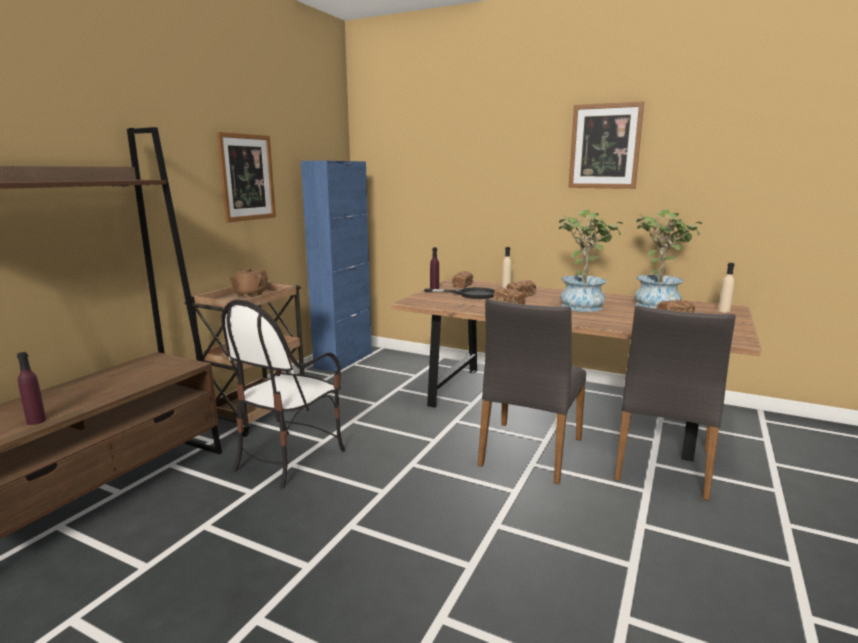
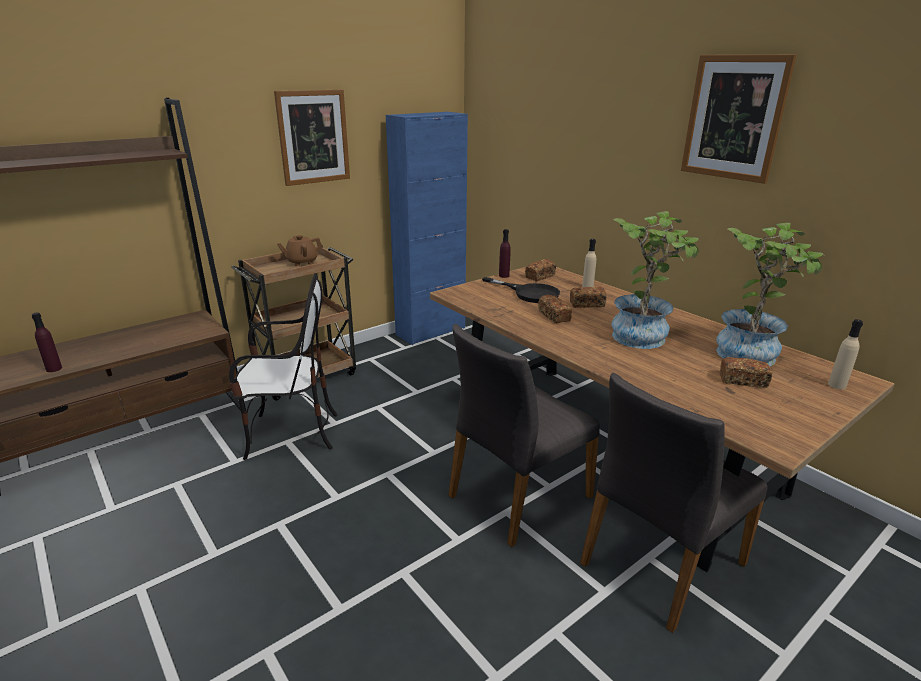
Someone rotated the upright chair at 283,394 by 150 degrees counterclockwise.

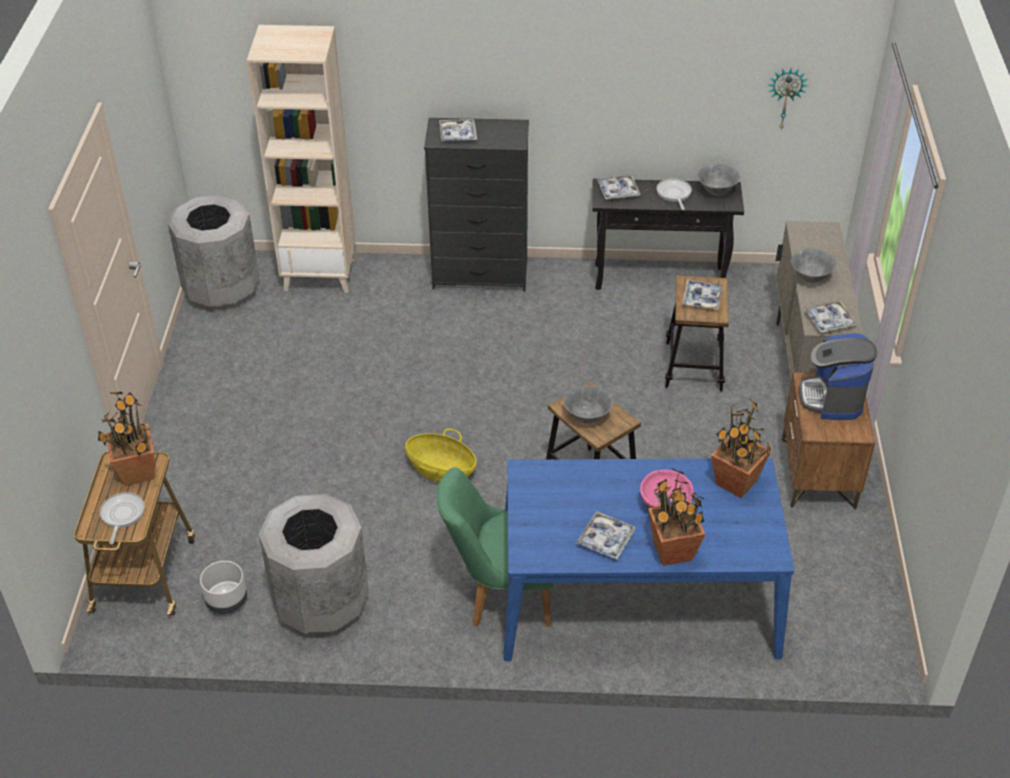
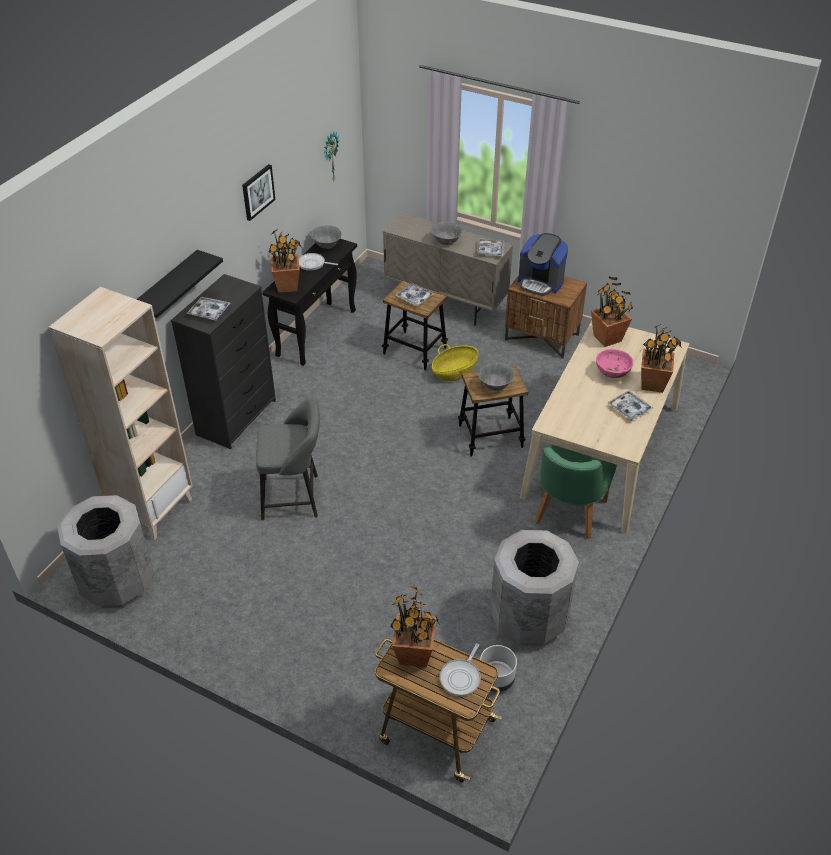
Someone put up the blackish bracket shelf at 179,284.
Someone put up the picture at 258,192.
Someone put down the grey stool seat at 288,459.
Someone swapped the tray at 619,187 for the plant in a pot at 284,260.
Someone carried the household basket from 440,455 to 455,362.
Someone rotated the pan at 122,518 by 90 degrees counterclockwise.
Someone repainted the blue dining table at 648,559, which became the sand-coloured dining table at 604,427.

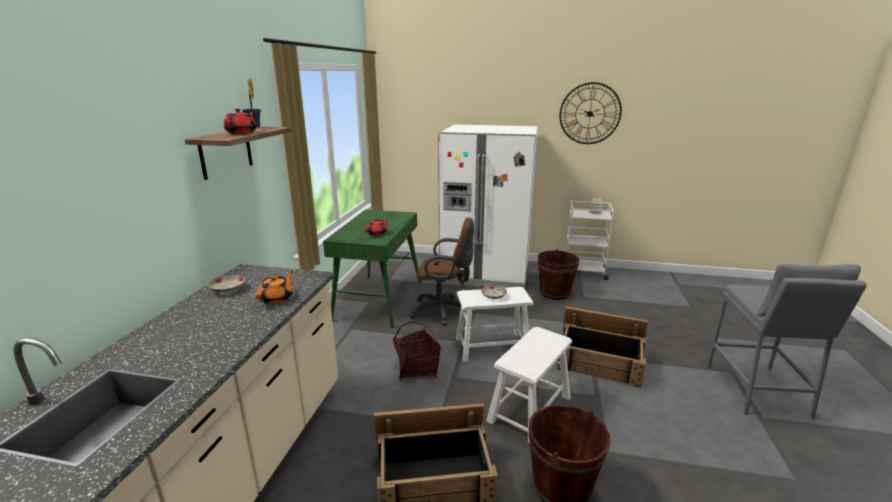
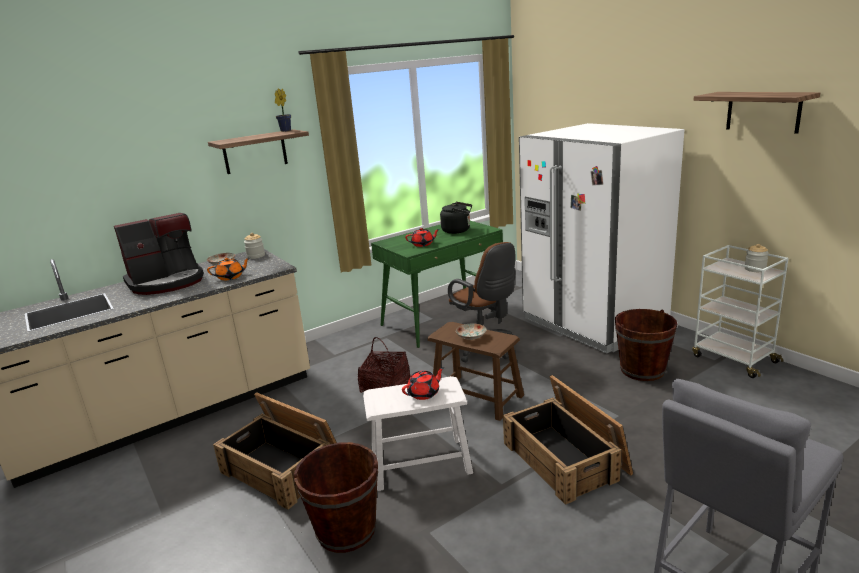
Someone put down the coffee maker at 159,254.
Someone put down the storage jar at 254,246.
Someone carried the red-coloured teapot from 240,121 to 423,383.
Someone repainted the white stool seat at 494,324, which became the brown-coloured stool seat at 476,371.
Someone put down the blackish tea kettle at 456,218.
Someone swapped the hanging clock at 590,113 for the bracket shelf at 757,113.

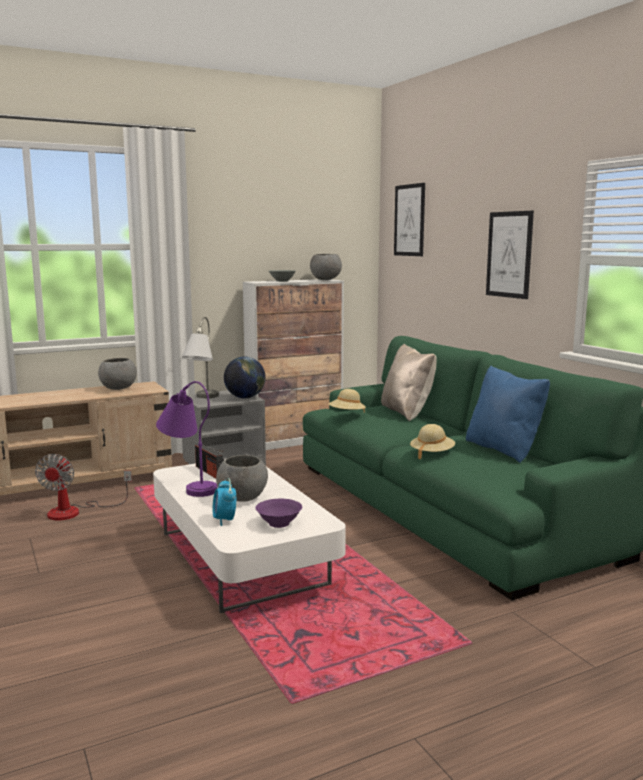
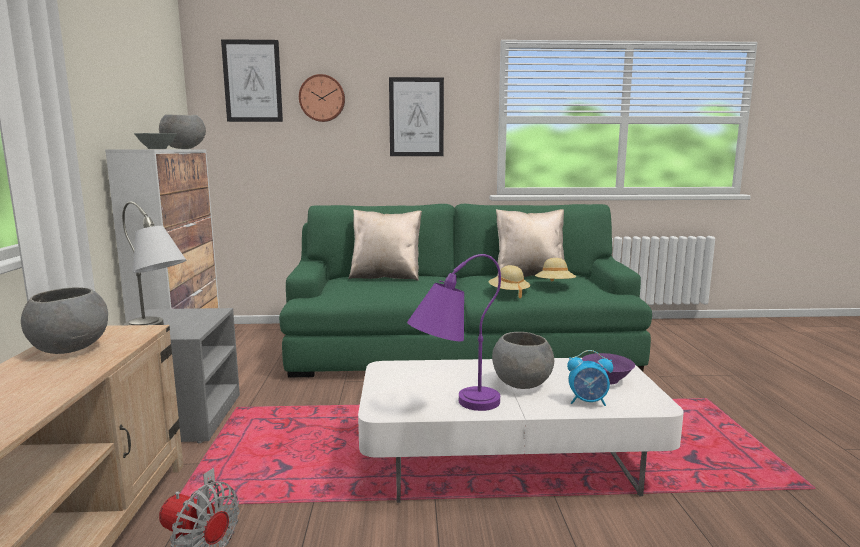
Someone put up the hanging clock at 322,98.
Someone repainted the blue throw pillow at 508,414, which became the sand-coloured throw pillow at 530,243.
Someone carried the sand-coloured wearable hat from 347,401 to 555,269.
Someone took away the radio receiver at 209,461.
Someone took away the world globe at 245,377.

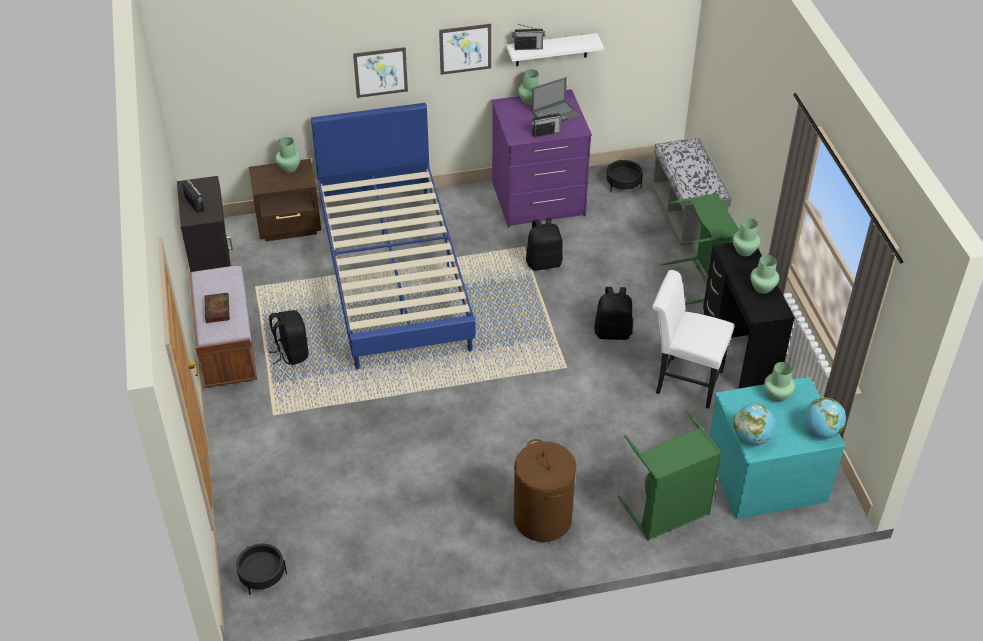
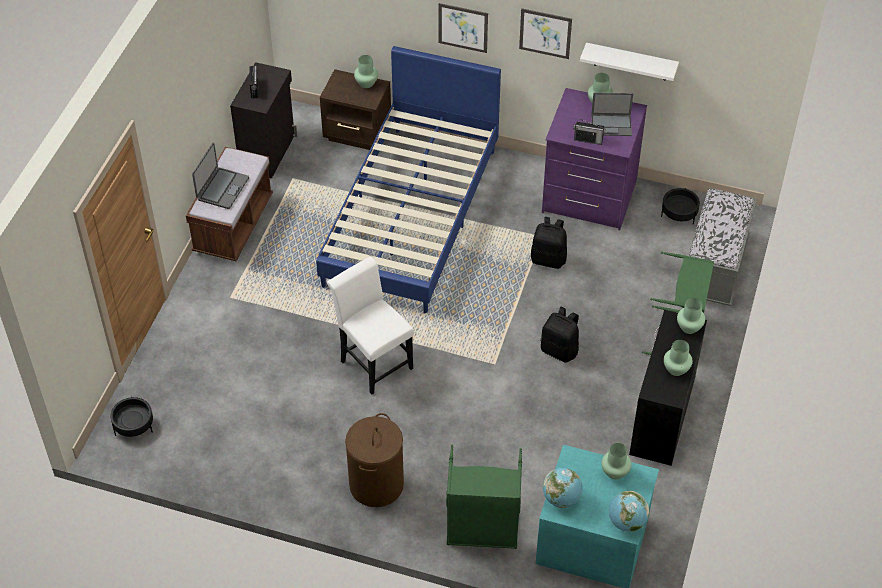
Someone swapped the book at 217,308 for the portable computer at 220,175.
Someone carried the white upright chair from 693,339 to 370,326.
Someone took away the blackish knapsack at 288,337.
Someone took away the radio receiver at 529,37.

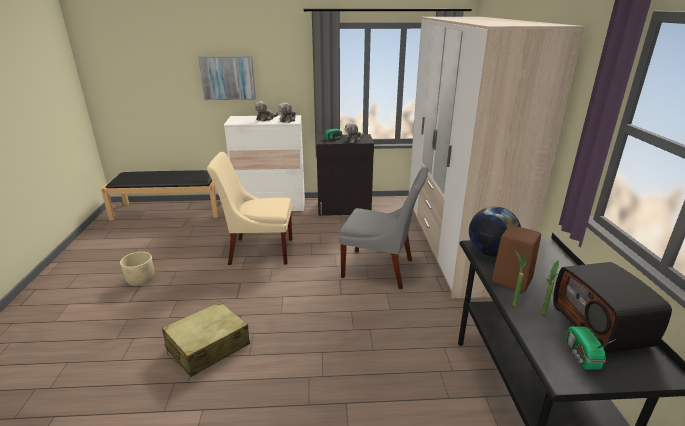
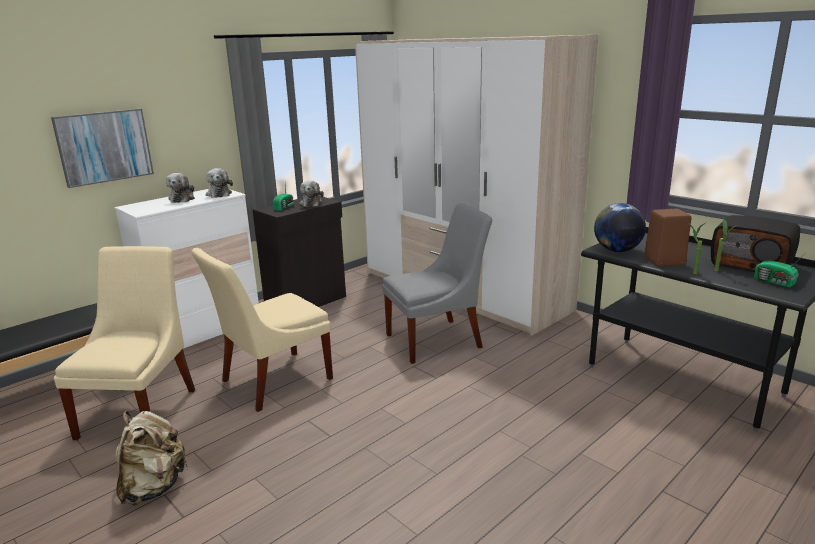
Someone put down the sand-coloured upright chair at 124,343.
Someone swapped the sand-coloured planter at 137,269 for the sand-coloured knapsack at 151,458.
Someone took away the sand-coloured piece of luggage at 206,339.

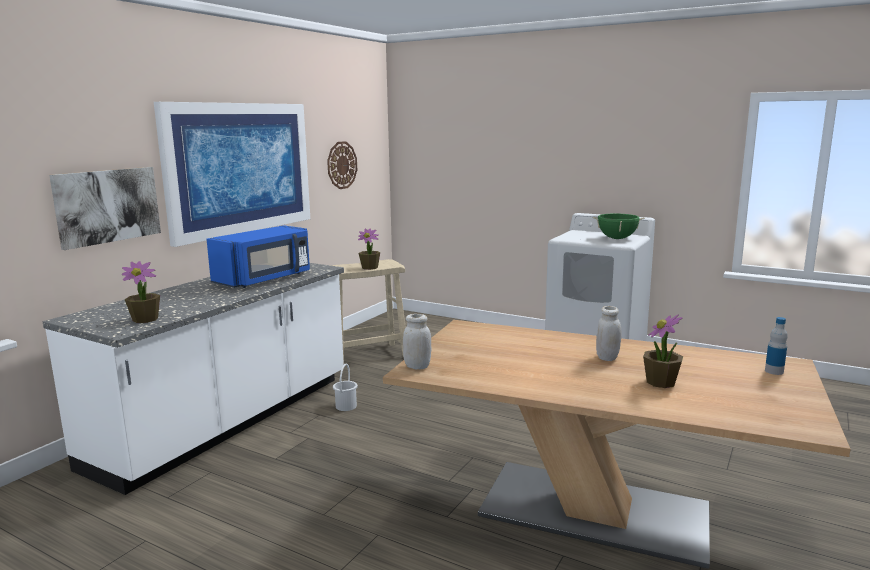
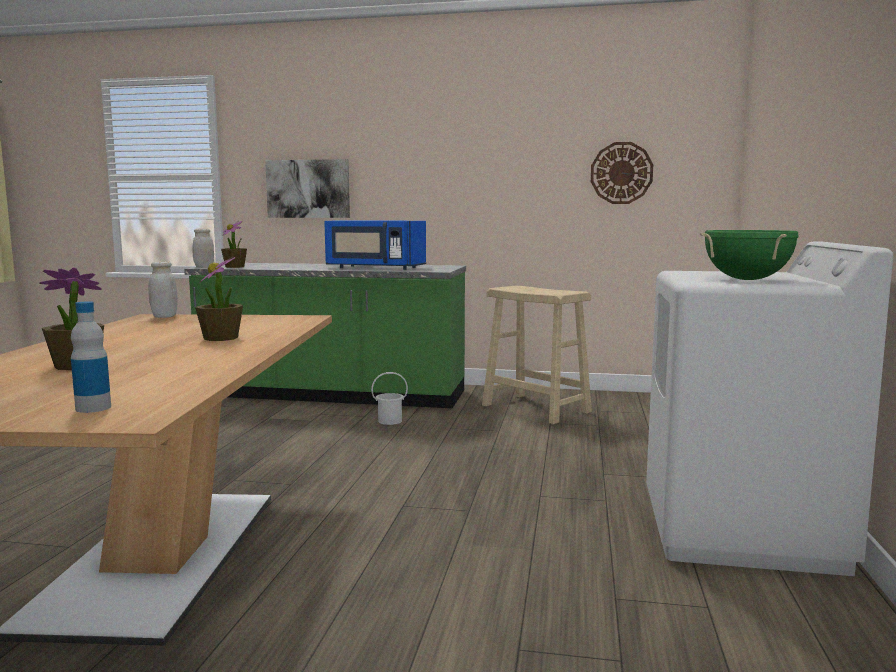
Someone repainted the white kitchen counter at 193,379, which became the green kitchen counter at 325,335.
Someone carried the white storage jar from 608,333 to 203,248.
Someone carried the plant in a pot from 369,249 to 219,299.
Someone took away the picture at 232,174.

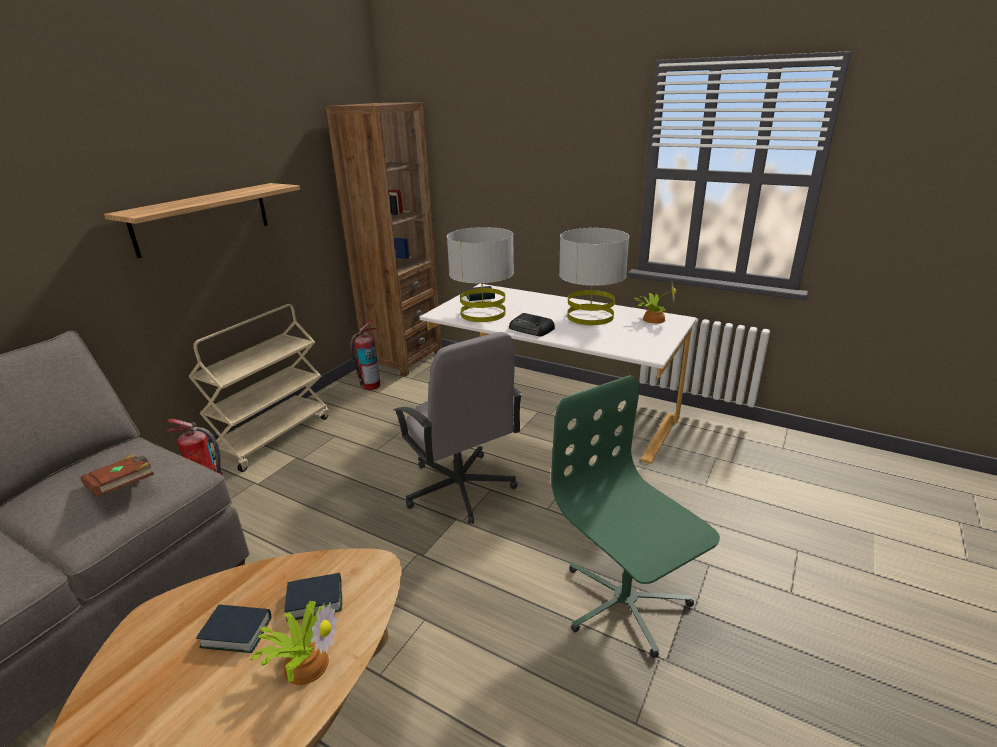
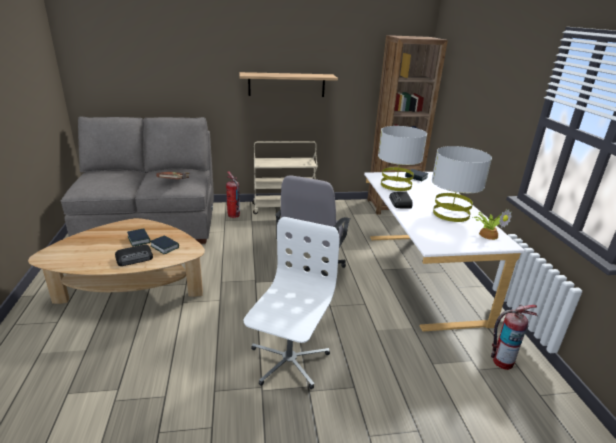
Someone swapped the plant in a pot at 293,643 for the radio receiver at 134,255.
Someone repainted the green computer chair at 635,516, which became the white computer chair at 292,303.
Someone carried the fire-fighting cylinder from 365,355 to 514,337.

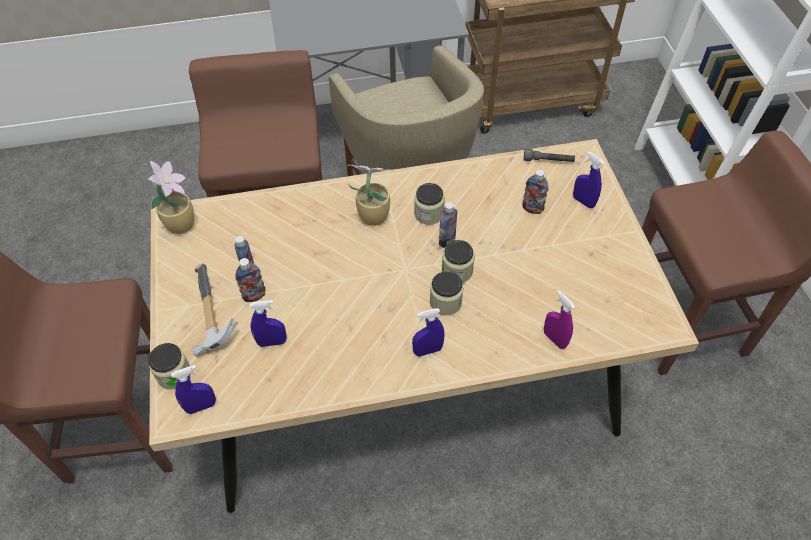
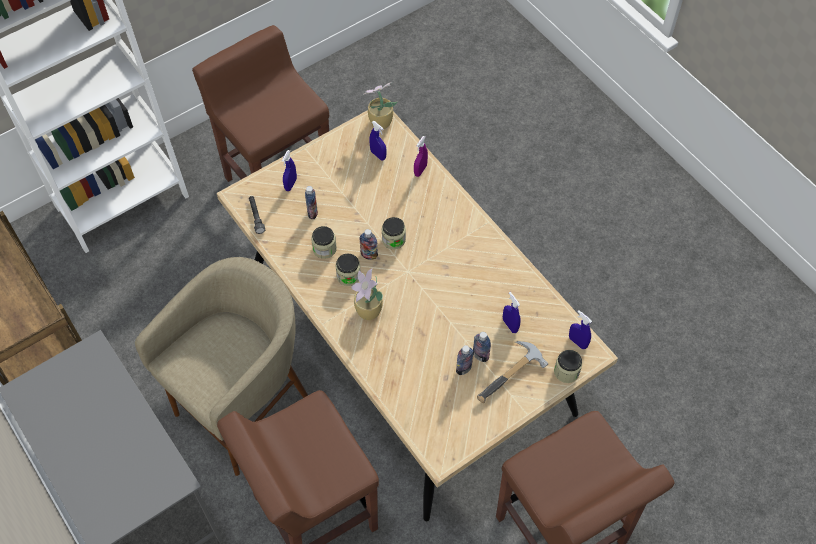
Someone carried the storage jar from 446,293 to 324,242.
Someone carried the plant in a pot from 170,197 to 380,105.
Someone carried the blue sprayer from 428,332 to 378,140.

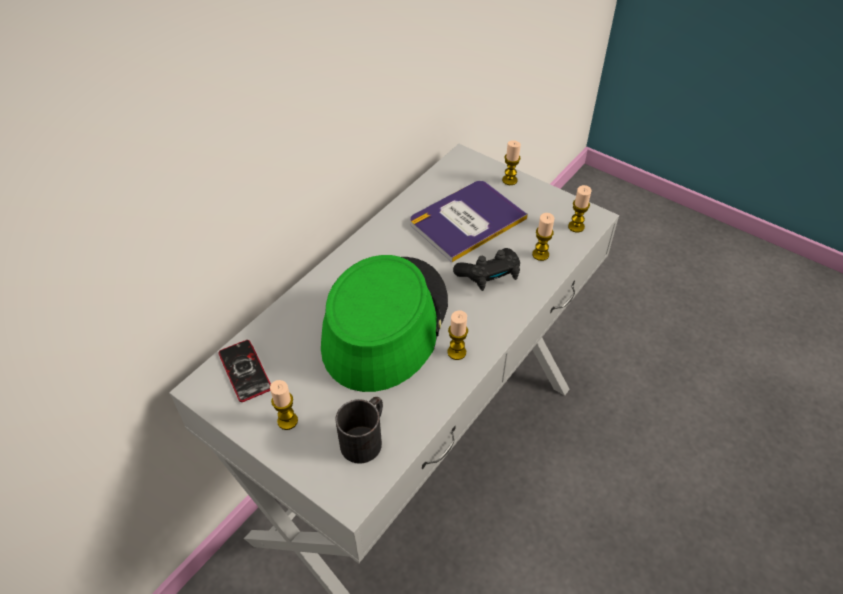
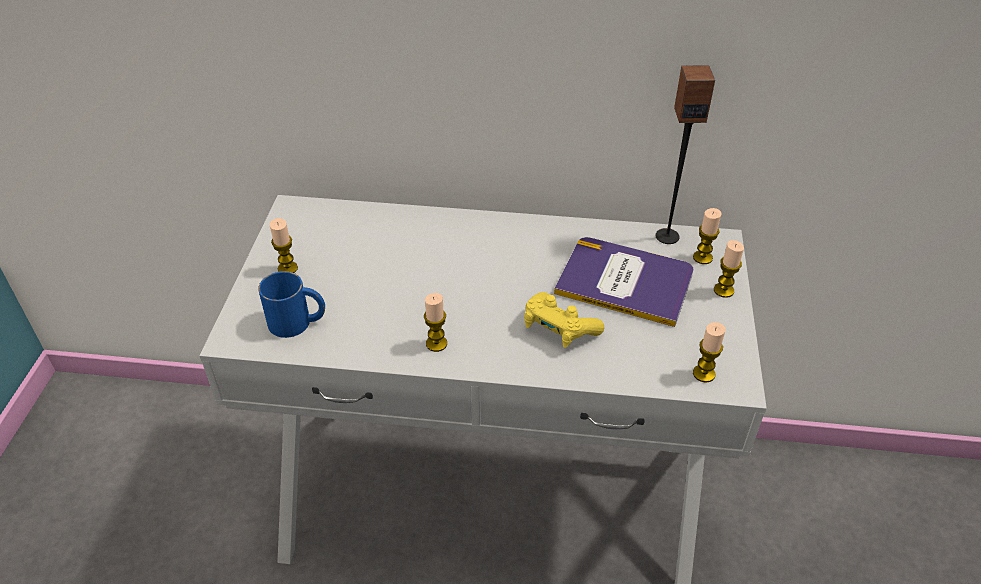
Someone repainted the blackish mug at 359,430, which became the blue mug at 291,304.
Someone repainted the blackish game controller at 486,269, which became the yellowish game controller at 564,320.
Someone put down the loudspeaker at 685,154.
Someone carried the candle from 543,237 to 707,236.
Someone took away the handset at 244,371.
Someone took away the green wearable hat at 384,323.

